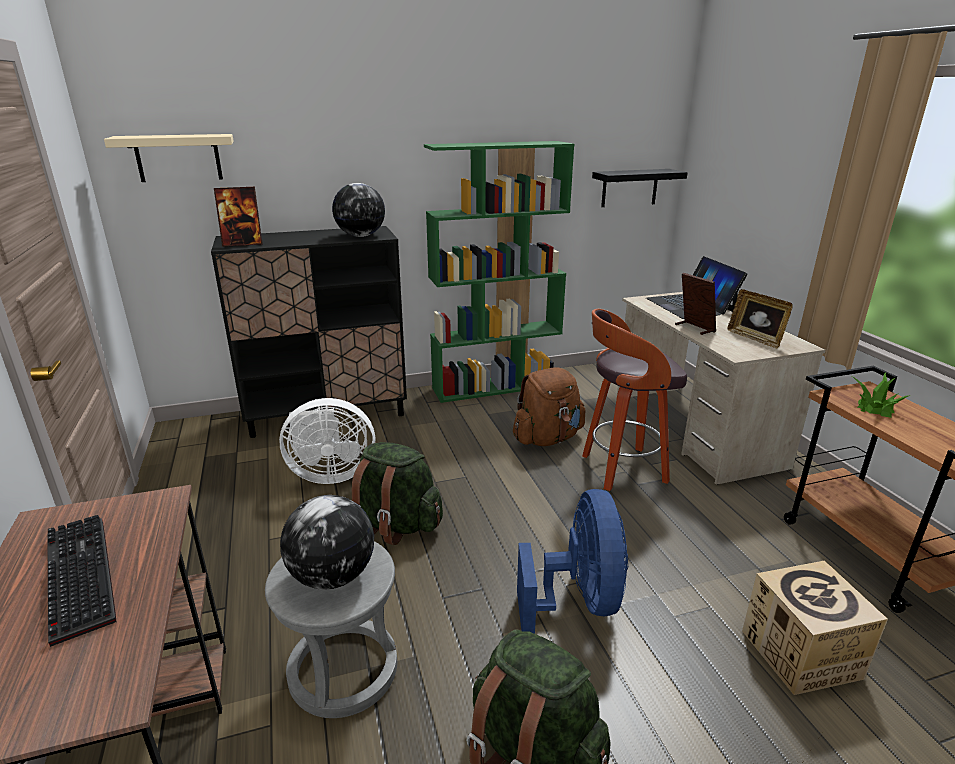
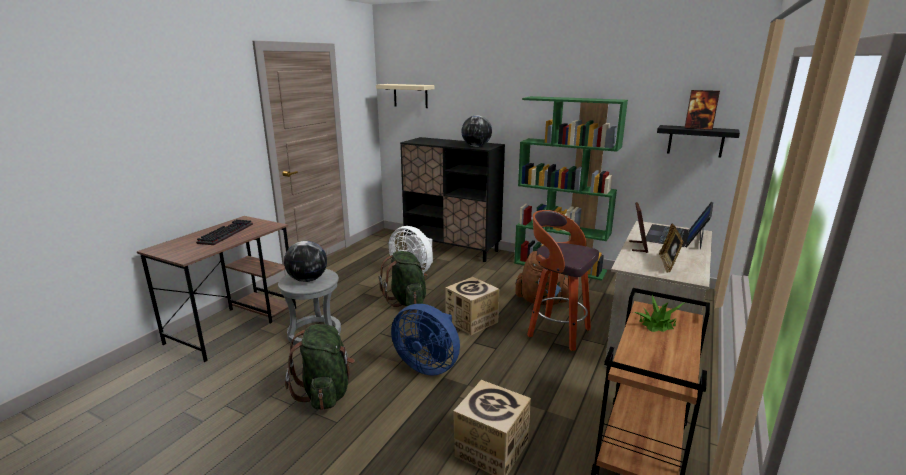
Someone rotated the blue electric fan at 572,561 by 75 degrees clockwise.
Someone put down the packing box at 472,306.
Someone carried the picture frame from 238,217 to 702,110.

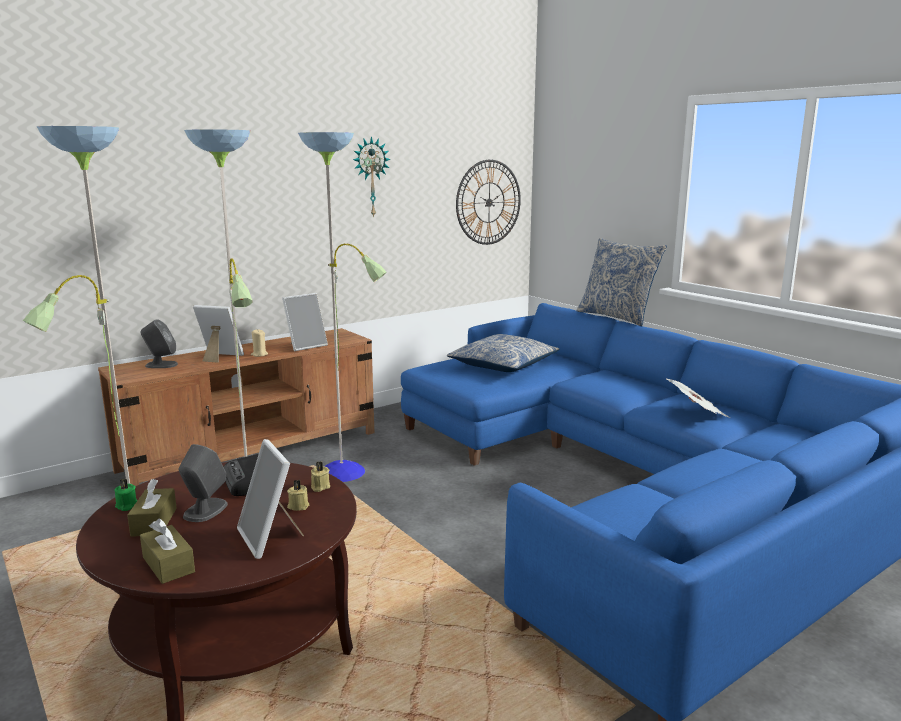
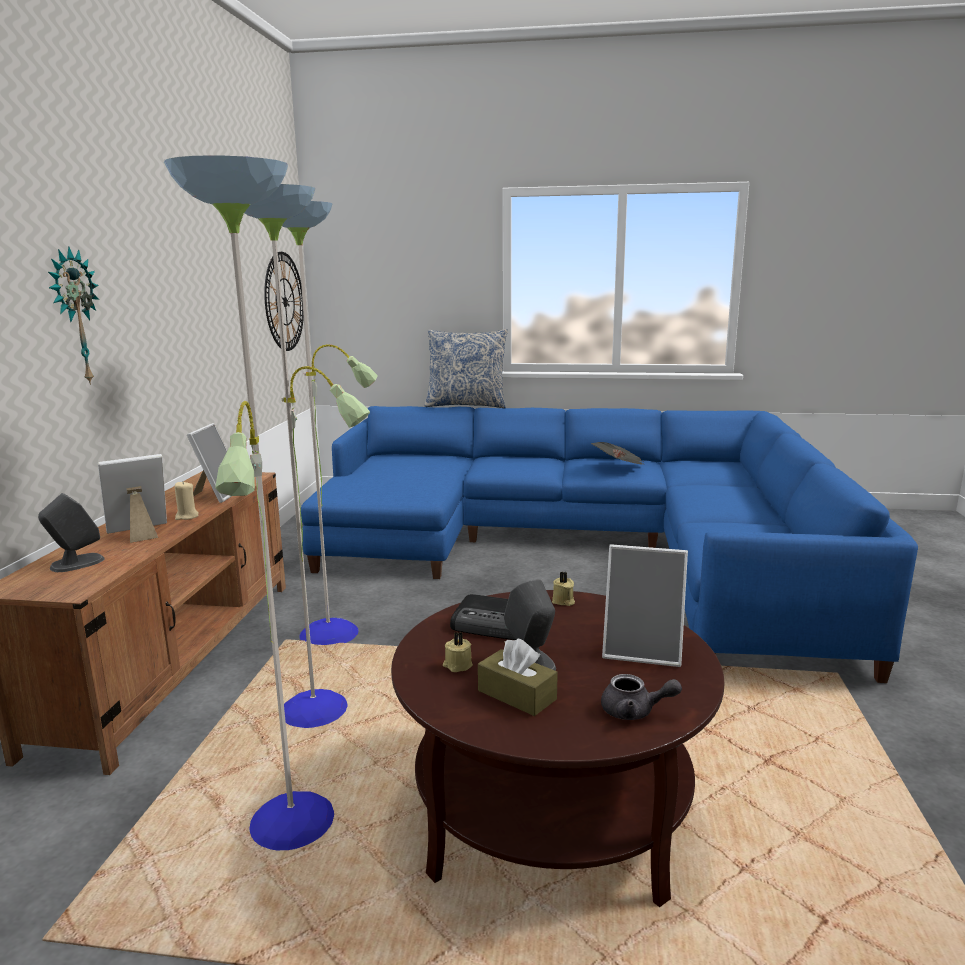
Someone carried the hanging clock from 372,177 to 73,315.
Someone carried the sand-coloured candle from 298,495 to 458,652.
Someone swapped the brown-coloured box of tissues at 167,551 for the grey teapot at 641,697.
Someone took away the green candle at 126,494.
Someone took away the throw pillow at 503,353.

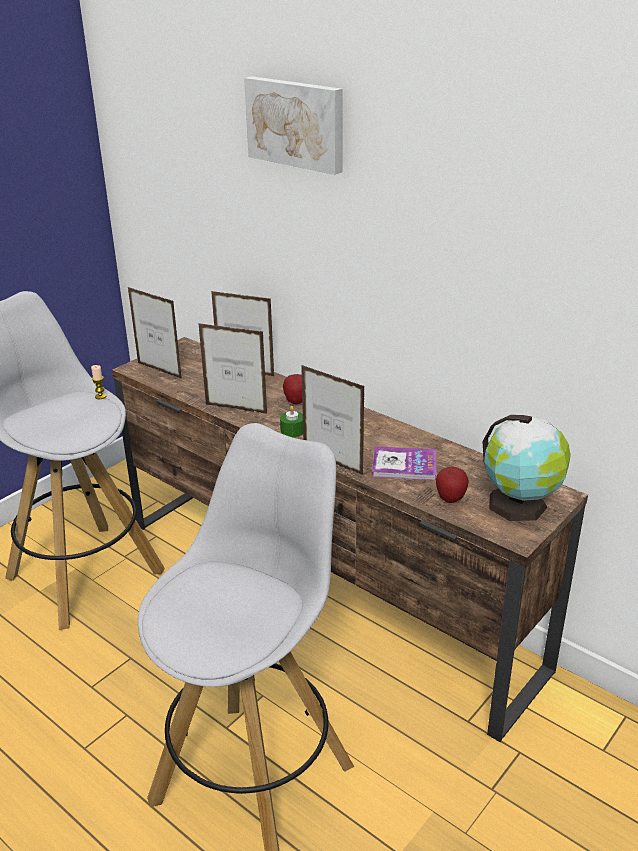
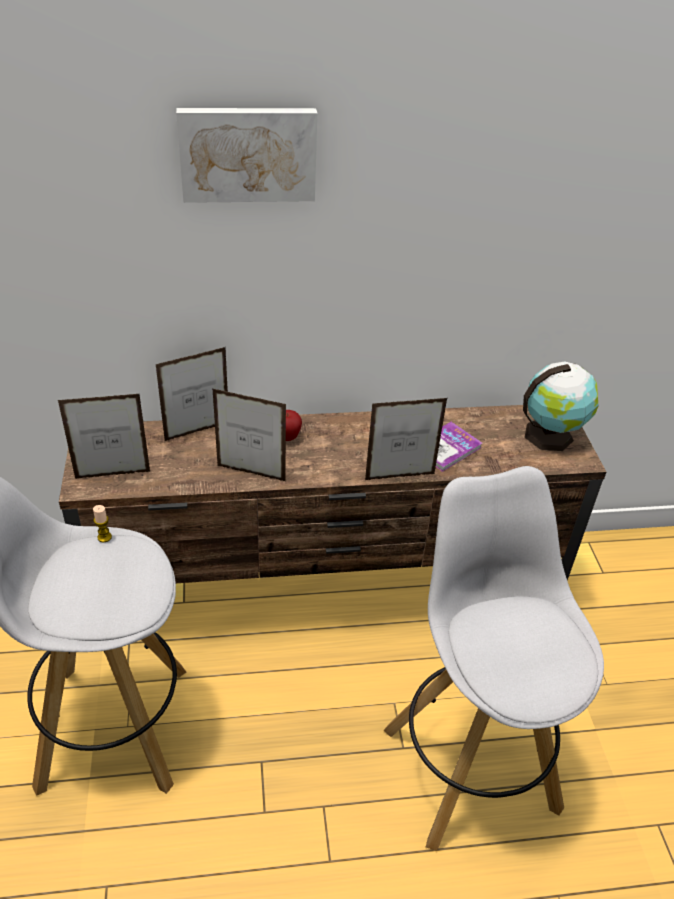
Someone rotated the picture frame at 233,368 by 135 degrees counterclockwise.
Someone took away the green candle at 291,421.
Someone took away the whole apple at 452,485.

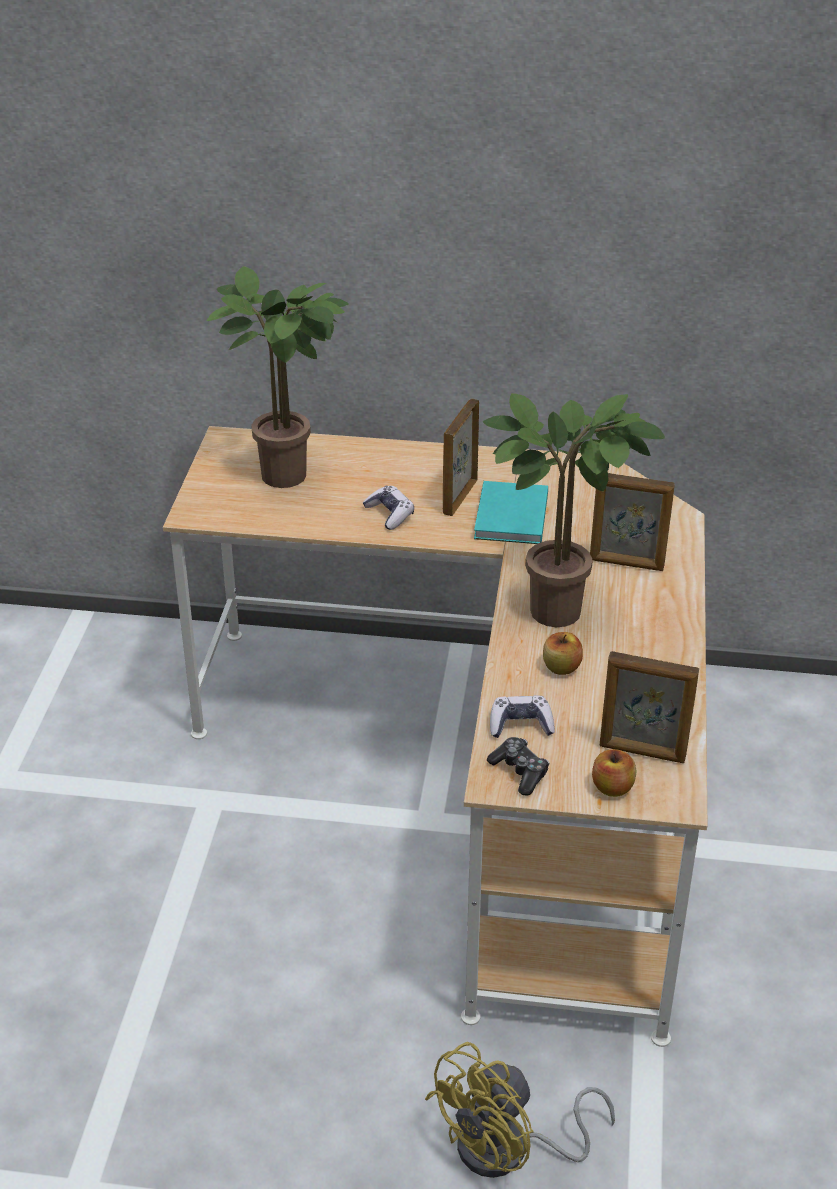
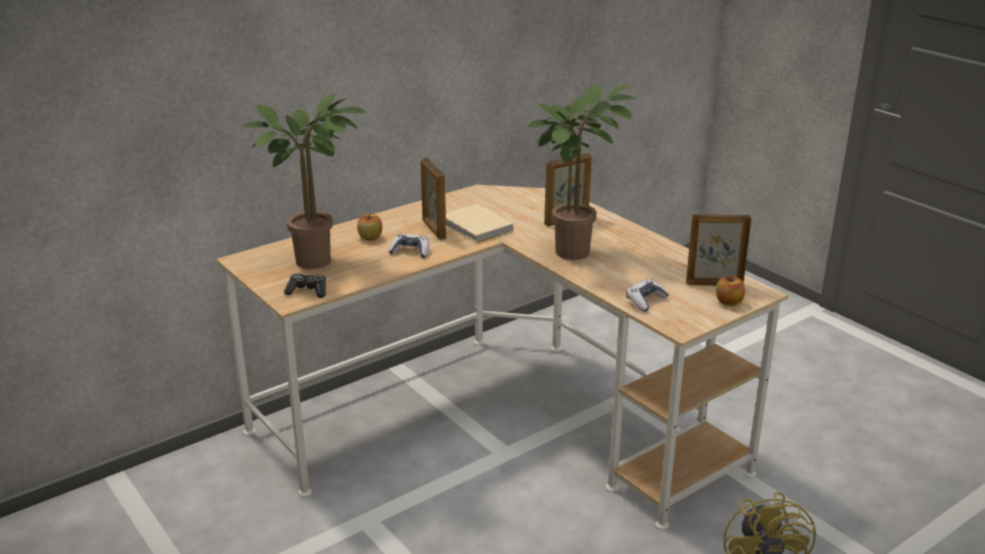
Someone carried the game controller from 518,766 to 305,285.
Someone carried the whole apple from 563,653 to 369,227.
Someone repainted the blue-green book at 511,512, which became the sand-coloured book at 479,223.
Someone rotated the picture frame at 649,707 by 150 degrees counterclockwise.

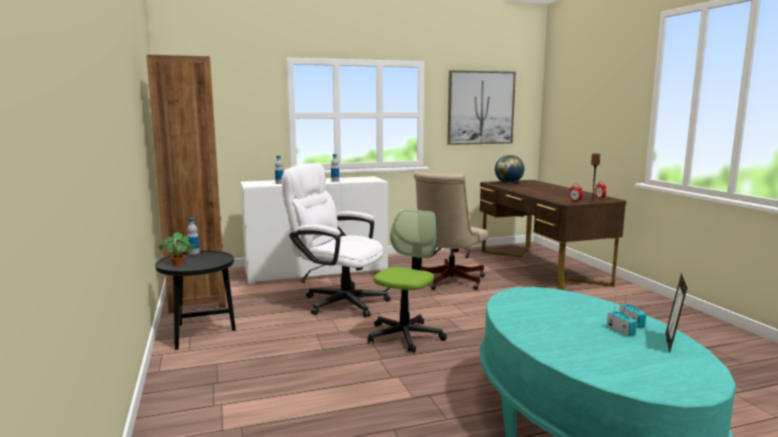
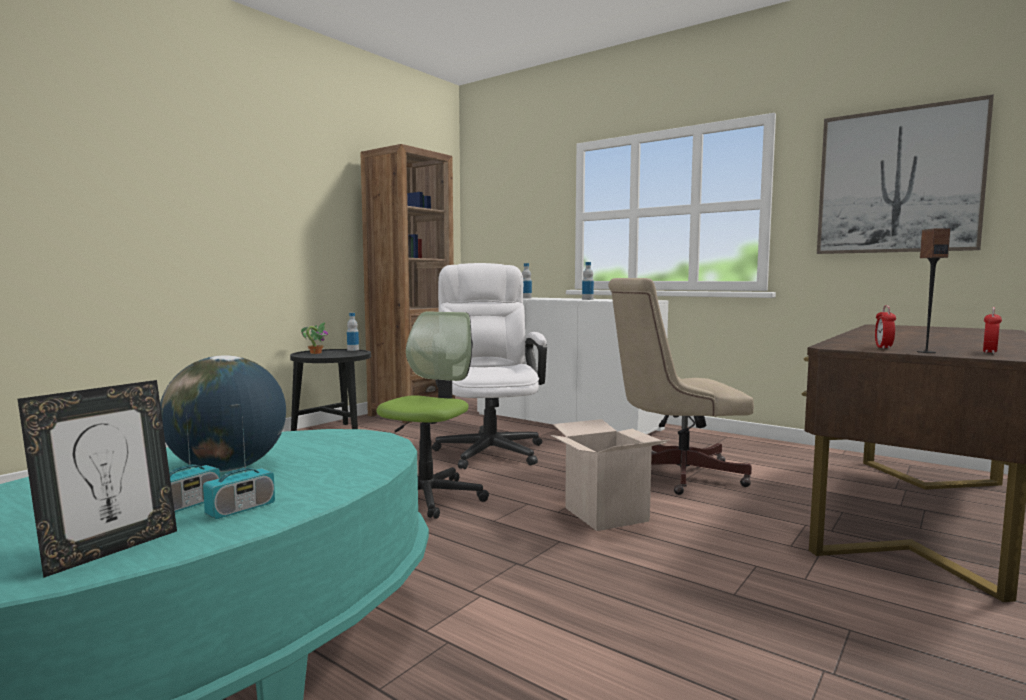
Someone rotated the picture frame at 676,313 by 135 degrees clockwise.
Someone carried the world globe from 509,169 to 223,413.
Someone rotated the computer chair at 407,281 by 60 degrees counterclockwise.
Someone put down the packing box at 610,475.

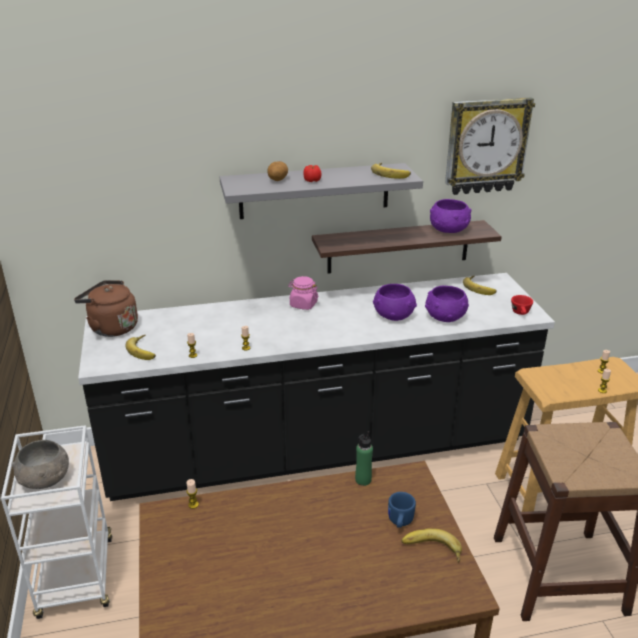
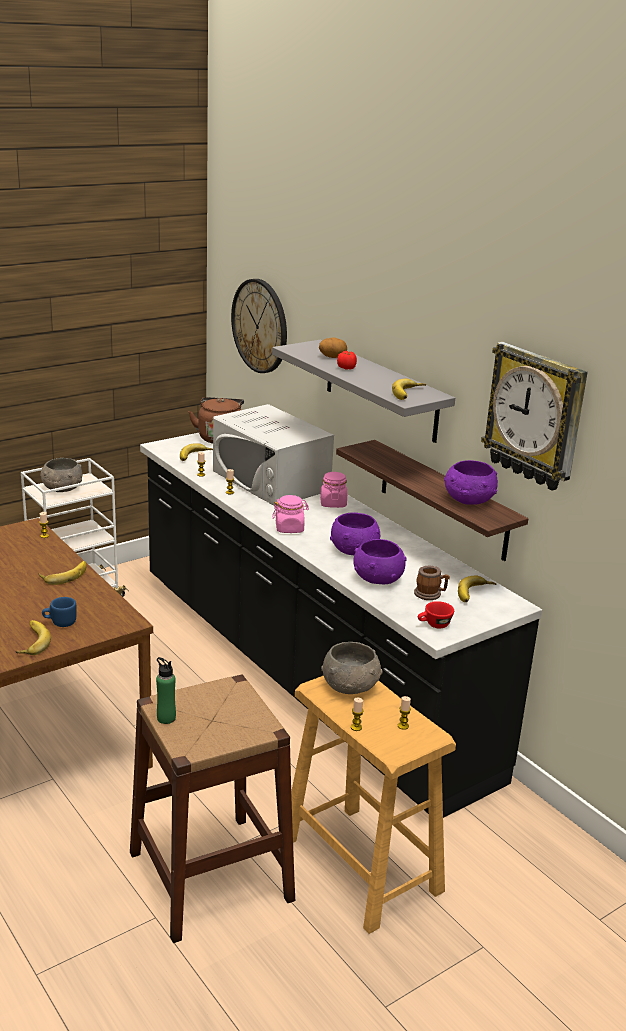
Someone put down the whole banana at 62,573.
Someone carried the green beverage bottle from 364,458 to 166,690.
Someone put down the white microwave at 273,455.
Someone put up the hanging clock at 259,326.
Someone put down the pink-coloured storage jar at 290,514.
Someone put down the grey bowl at 351,668.
Someone put down the mug at 432,583.

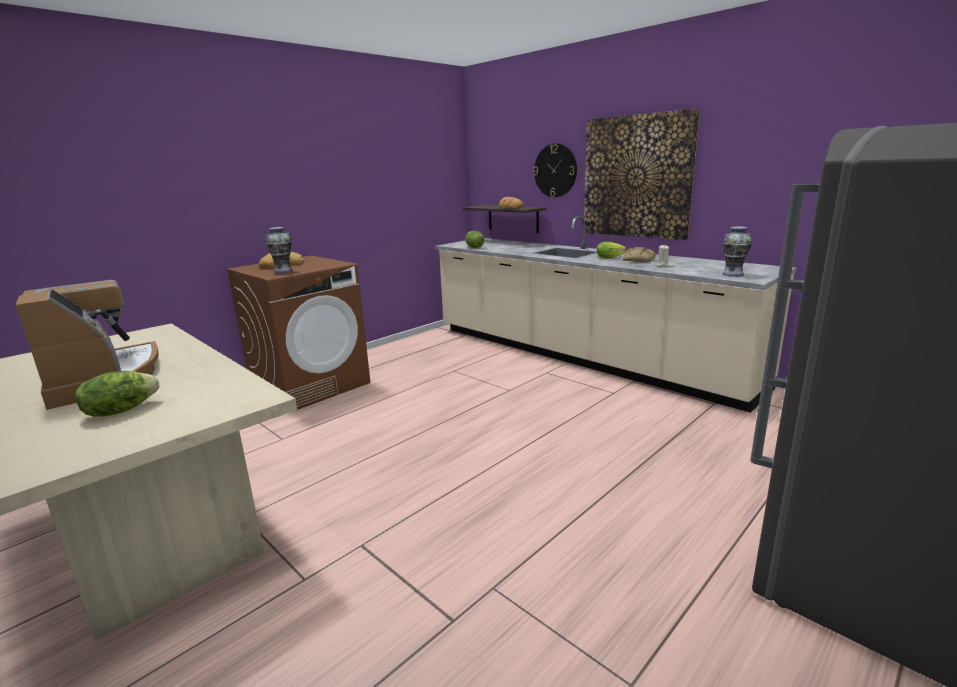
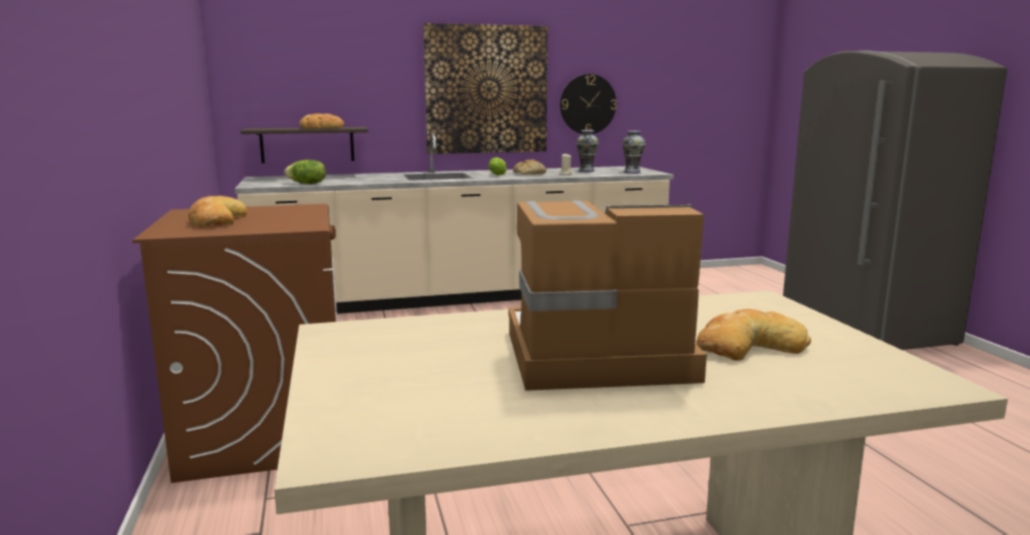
Someone carried the hanging clock from 555,170 to 588,104.
Someone carried the vase from 279,250 to 587,151.
Someone swapped the lettuce head at 117,394 for the baked bread at 753,335.

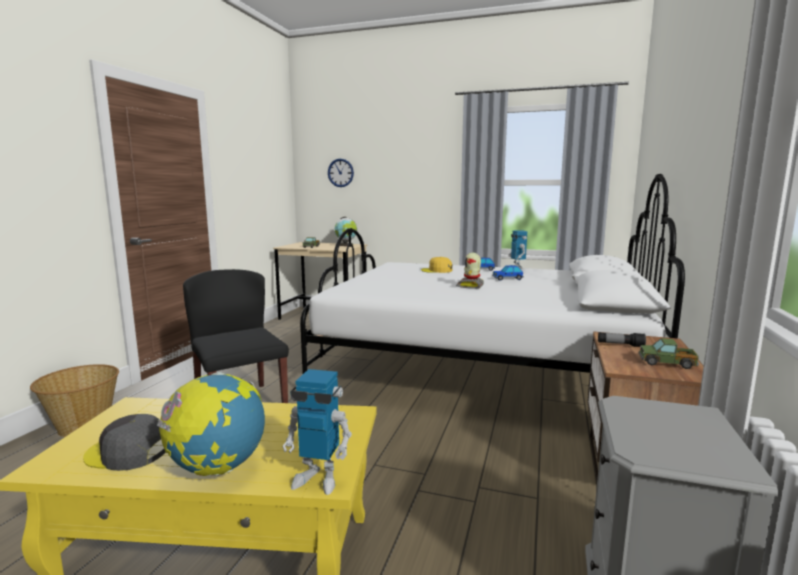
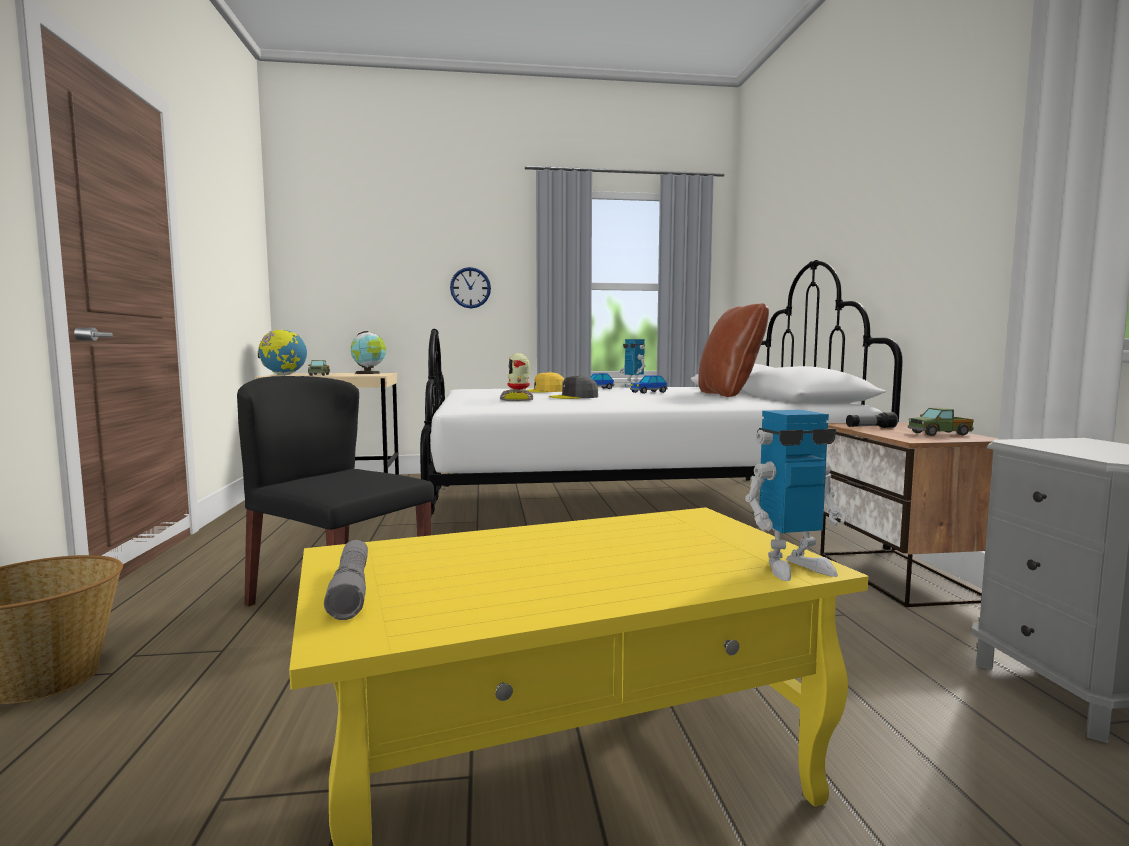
Someone carried the world globe from 211,424 to 282,352.
Someone put down the grey torch at 346,580.
Someone carried the hanging clock from 341,173 to 470,287.
Someone carried the robot figure from 470,270 to 516,377.
Someone carried the grey peaked cap from 124,442 to 573,387.
Someone put down the brown-coloured throw pillow at 733,350.

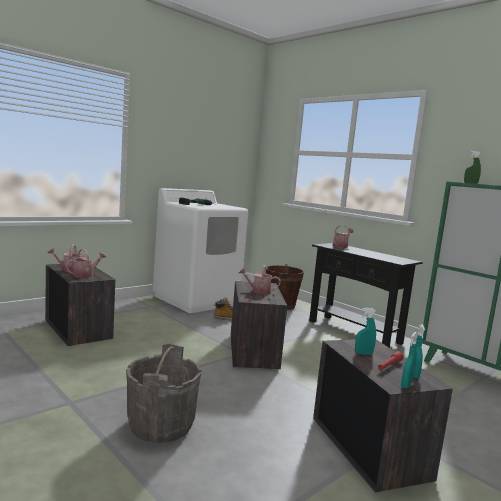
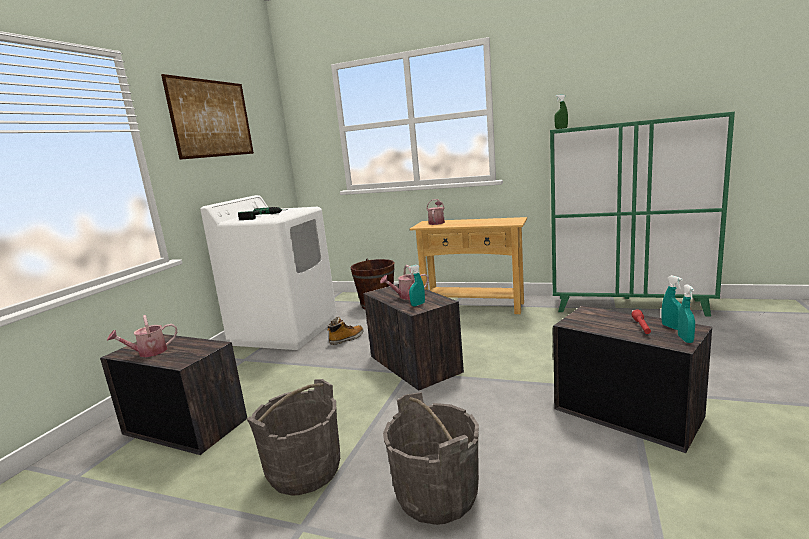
Someone put up the picture at 207,117.
Someone put down the grey pail at 293,437.
Someone carried the blue-green sprayer from 365,331 to 417,286.
Someone repainted the blackish console table at 366,295, which became the sand-coloured console table at 468,265.
Someone took away the sprinkling can at 86,263.

